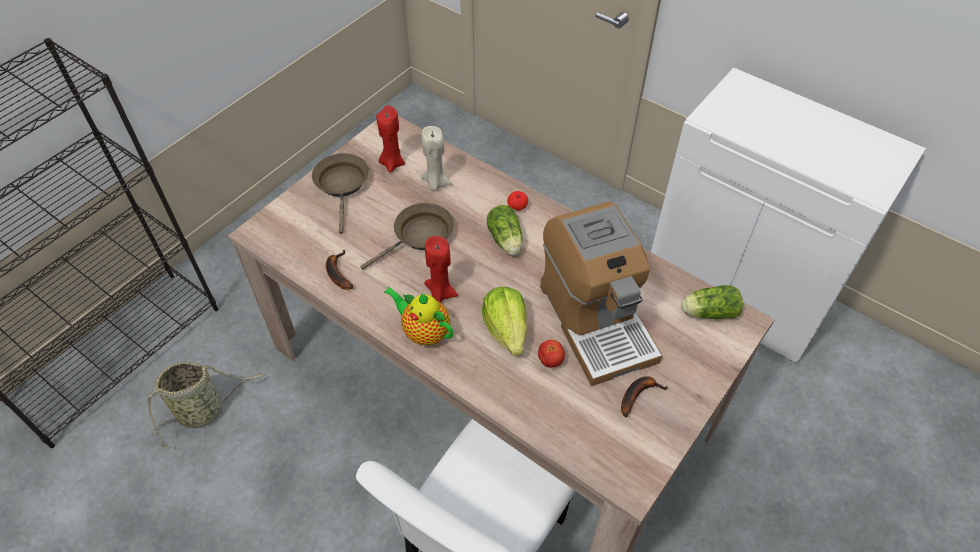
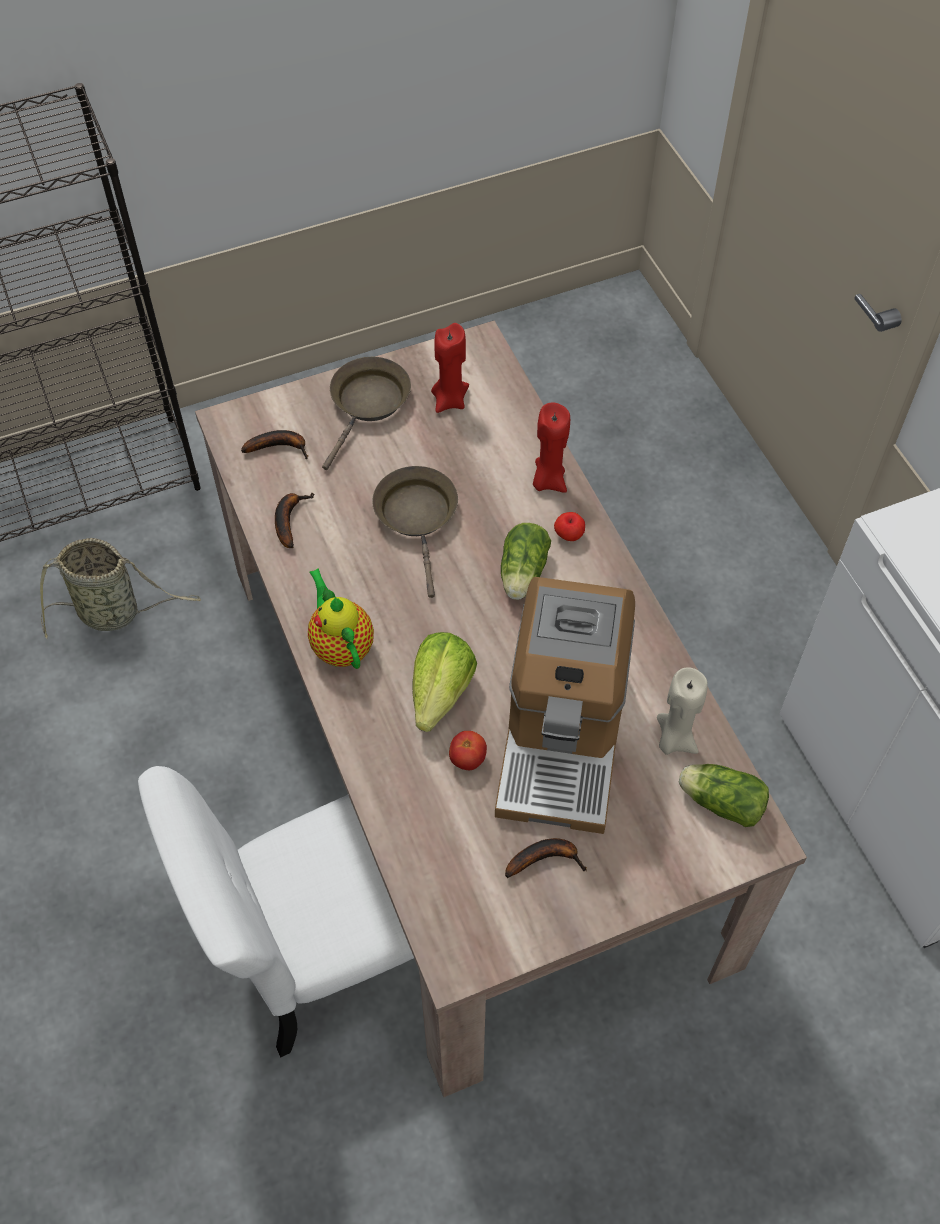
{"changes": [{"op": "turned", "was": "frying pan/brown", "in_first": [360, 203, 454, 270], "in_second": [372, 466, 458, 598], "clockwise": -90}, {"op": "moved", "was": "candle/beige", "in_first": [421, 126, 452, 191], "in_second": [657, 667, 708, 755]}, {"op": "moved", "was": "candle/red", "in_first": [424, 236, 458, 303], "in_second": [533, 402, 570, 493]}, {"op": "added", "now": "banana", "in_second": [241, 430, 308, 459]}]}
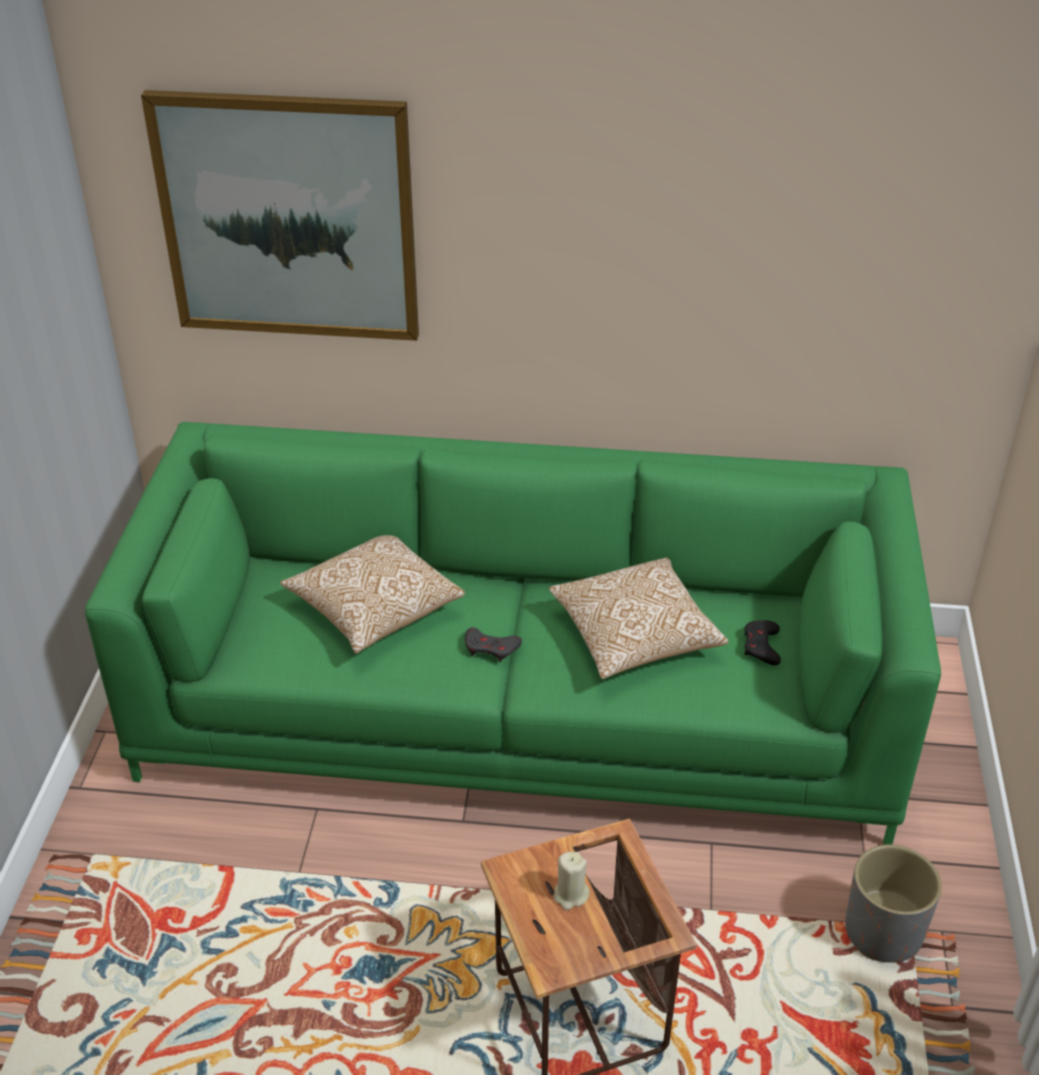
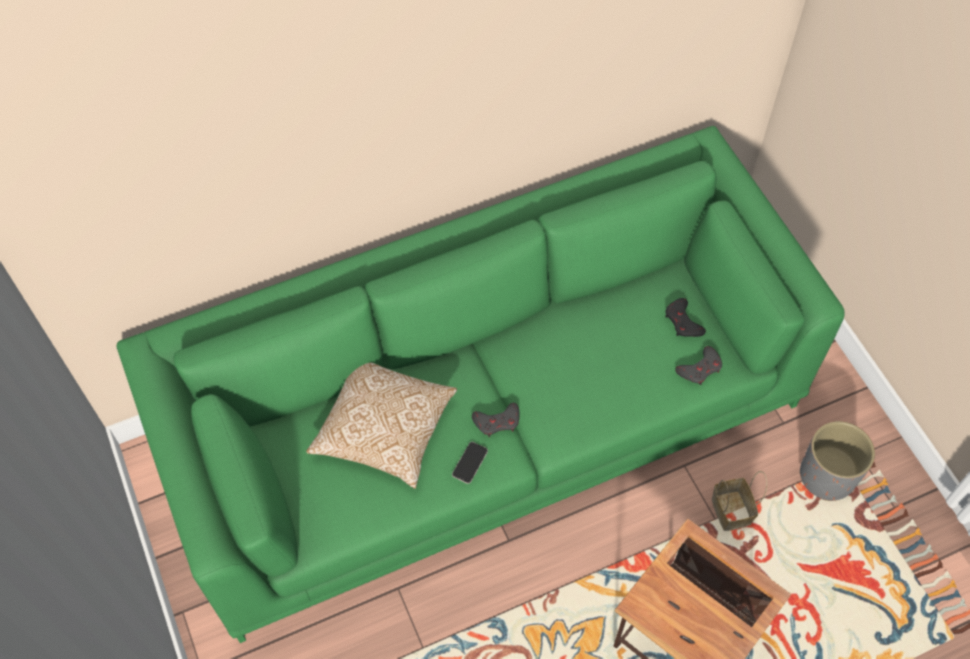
{"changes": [{"op": "removed", "was": "picture", "in_first": [141, 90, 419, 341]}, {"op": "removed", "was": "pillow", "in_first": [549, 558, 728, 679]}, {"op": "removed", "was": "candle/beige", "in_first": [554, 852, 590, 910]}, {"op": "added", "now": "phone", "in_second": [452, 442, 488, 484]}, {"op": "added", "now": "game controller/grey", "in_second": [675, 346, 722, 385]}, {"op": "added", "now": "basket", "in_second": [711, 471, 767, 531]}]}
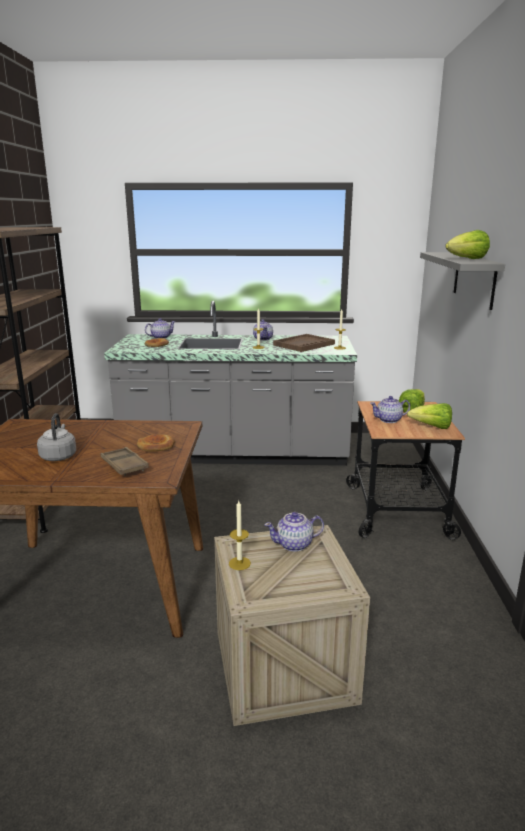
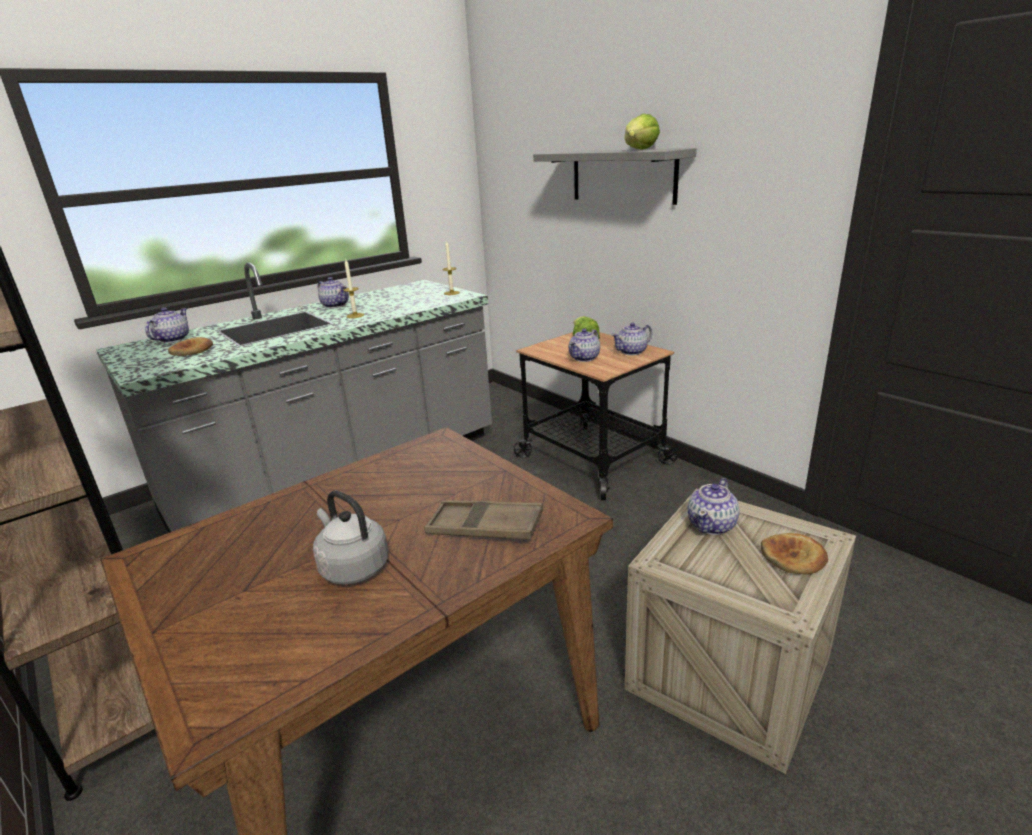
{"changes": [{"op": "moved", "was": "bread", "in_first": [137, 434, 175, 451], "in_second": [761, 533, 828, 575]}, {"op": "removed", "was": "candle", "in_first": [229, 501, 251, 570]}, {"op": "removed", "was": "tray/brown", "in_first": [273, 334, 335, 352]}, {"op": "replaced", "was": "lettuce", "now": "teapot", "in_first": [407, 403, 452, 429], "in_second": [612, 323, 652, 355]}]}
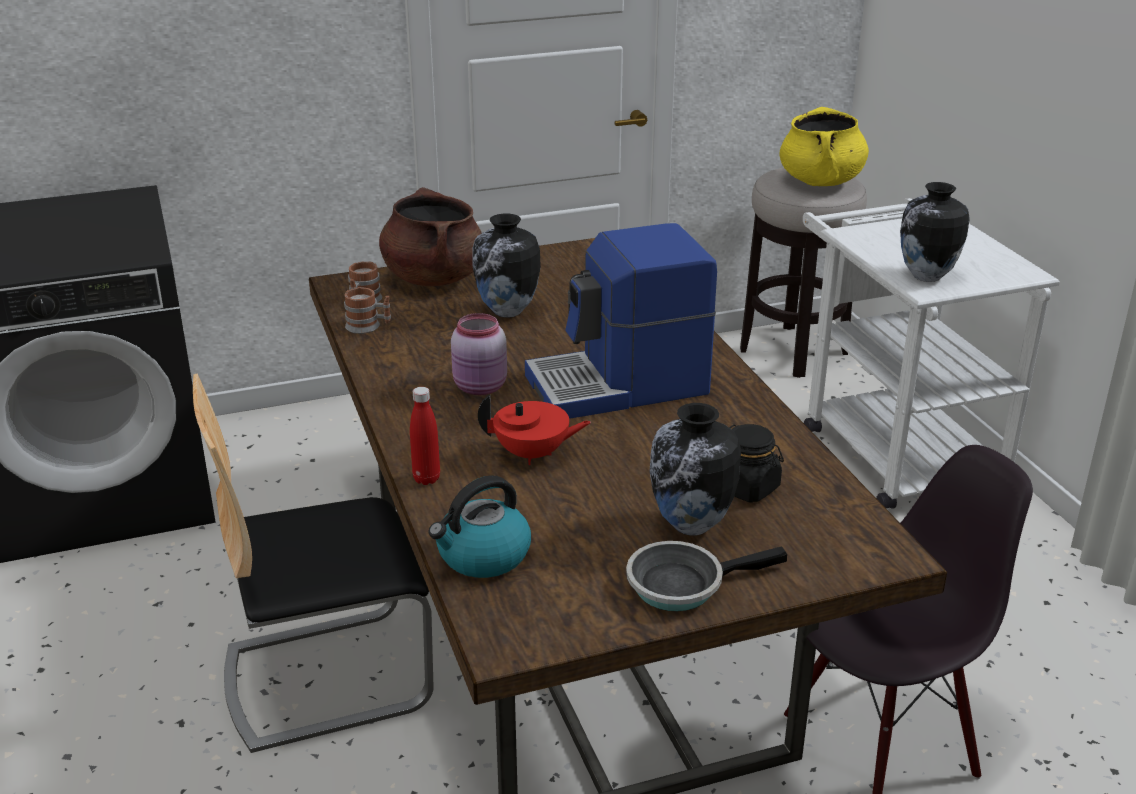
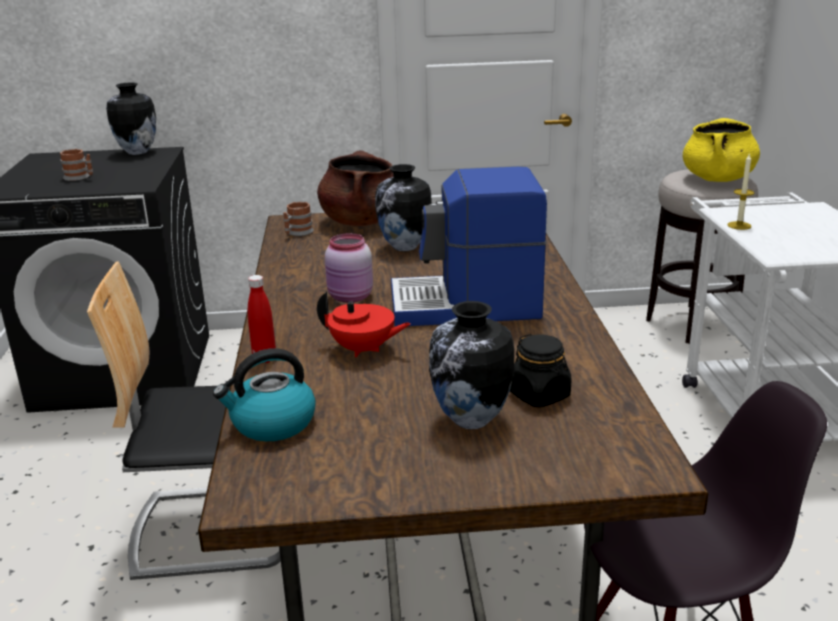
{"changes": [{"op": "moved", "was": "mug", "in_first": [344, 287, 391, 334], "in_second": [60, 149, 93, 181]}, {"op": "removed", "was": "frying pan", "in_first": [626, 541, 787, 611]}, {"op": "moved", "was": "vase", "in_first": [900, 182, 970, 282], "in_second": [106, 82, 156, 155]}, {"op": "added", "now": "candle", "in_second": [727, 153, 754, 230]}]}
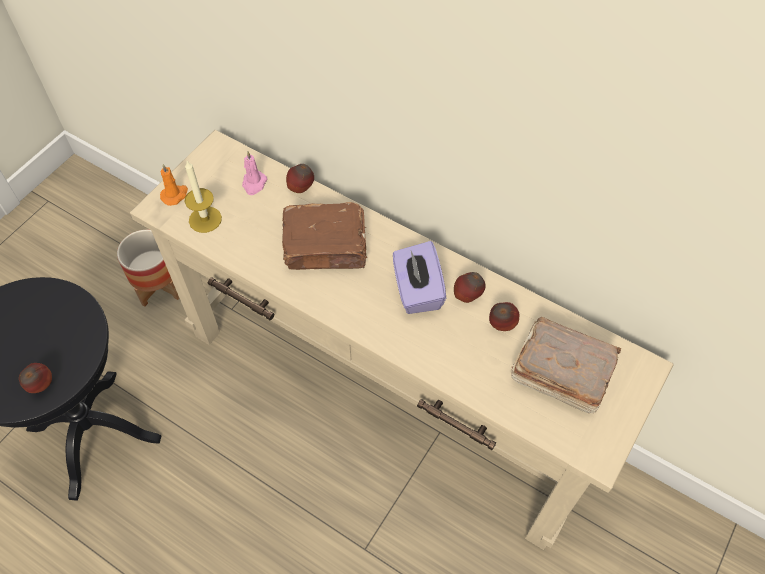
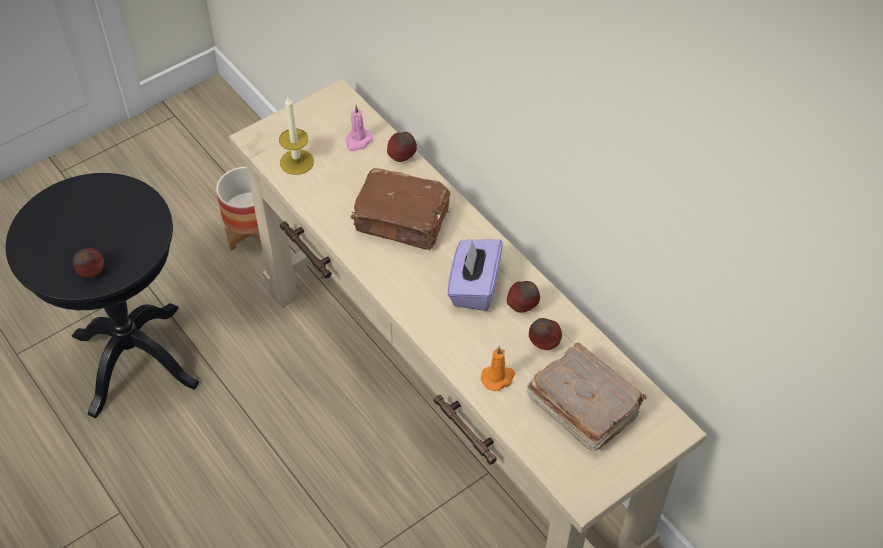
{"changes": [{"op": "moved", "was": "candle/orange", "in_first": [160, 164, 188, 206], "in_second": [481, 346, 515, 391]}]}
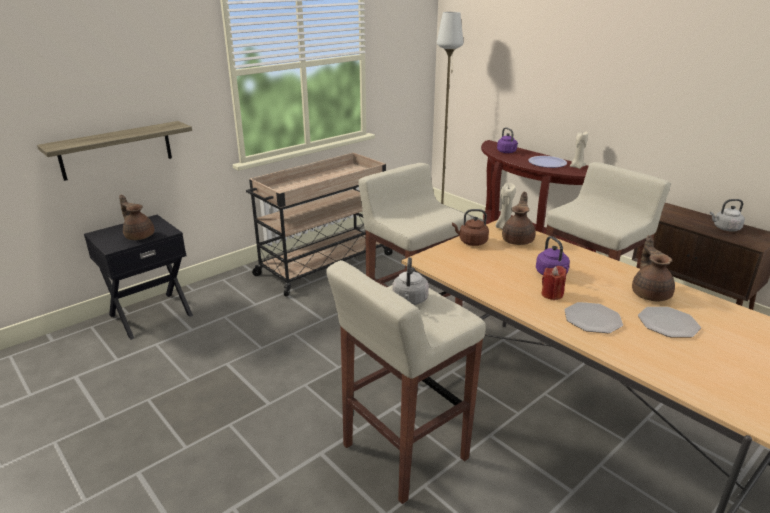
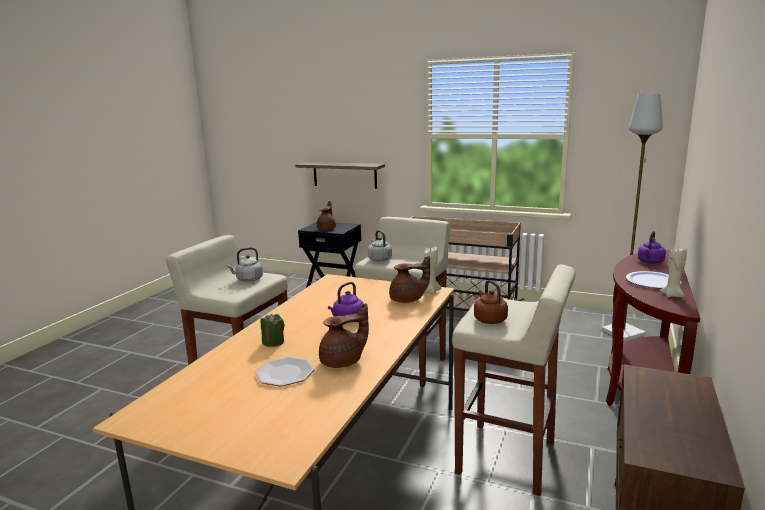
{"changes": [{"op": "moved", "was": "kettle/brown", "in_first": [452, 209, 489, 246], "in_second": [474, 280, 508, 324]}, {"op": "removed", "was": "candle/red", "in_first": [541, 266, 567, 300]}, {"op": "replaced", "was": "plate", "now": "candle/green", "in_first": [564, 302, 623, 333], "in_second": [261, 314, 284, 347]}, {"op": "moved", "was": "kettle/grey", "in_first": [710, 199, 745, 232], "in_second": [368, 230, 392, 262]}]}
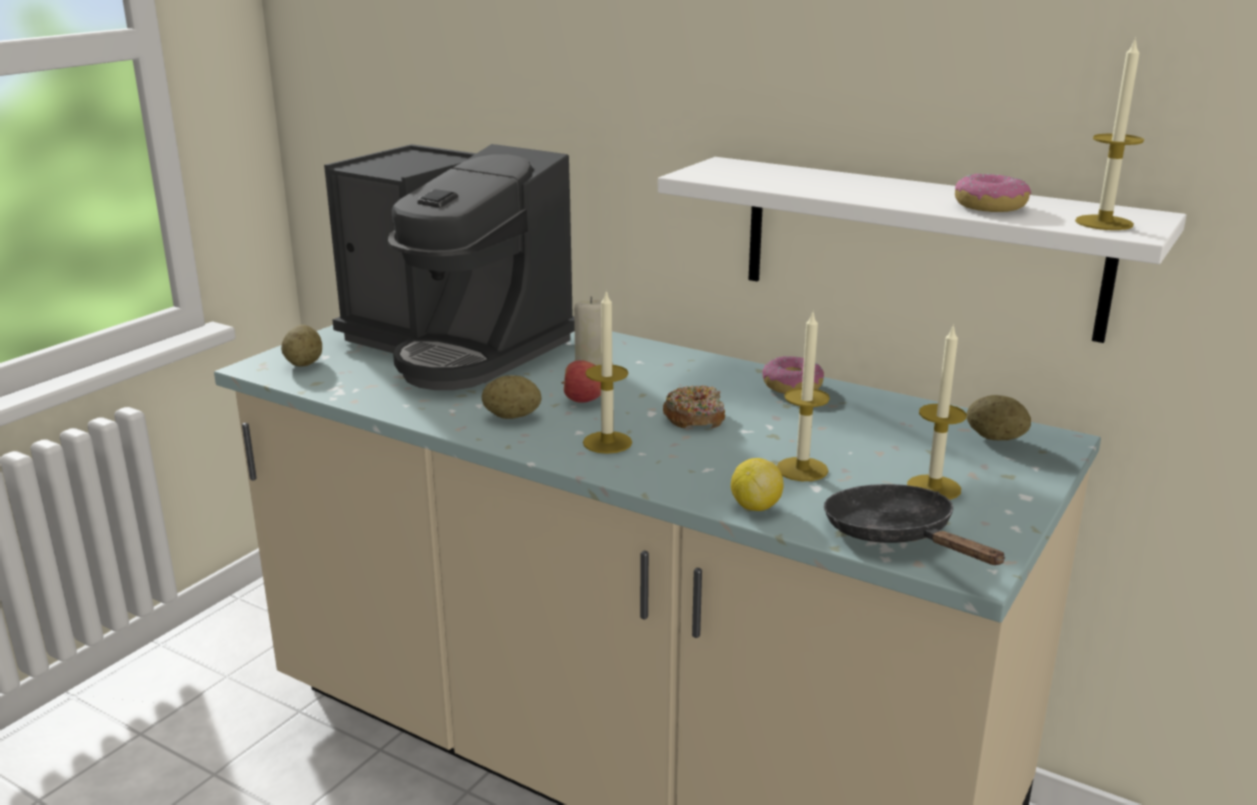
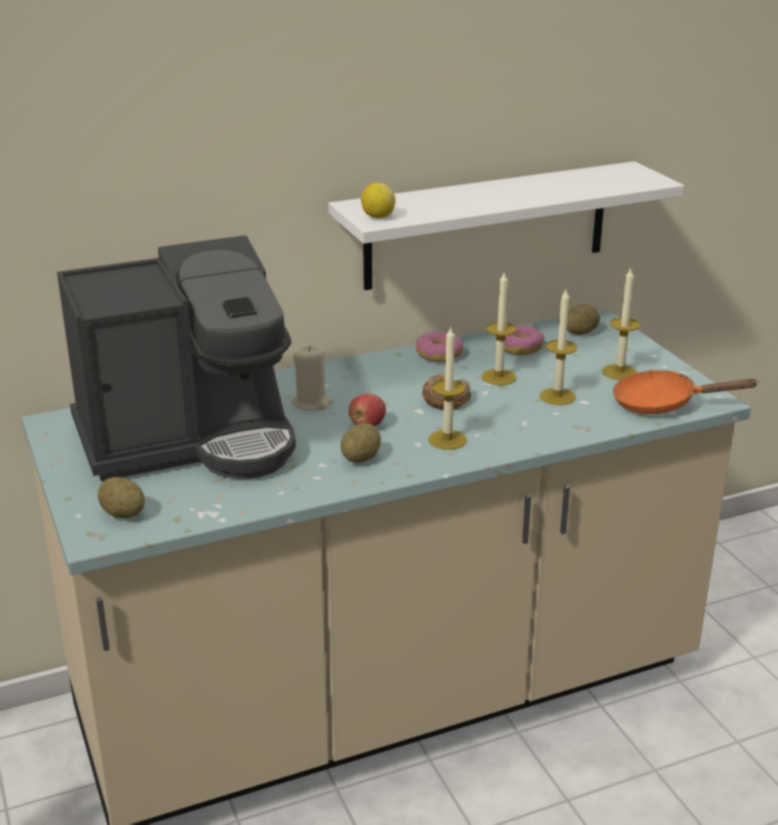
{"changes": [{"op": "moved", "was": "lemon", "in_first": [731, 458, 784, 511], "in_second": [361, 183, 395, 218]}, {"op": "recoloured", "was": "frying pan/black", "now": "frying pan/orange", "in_first": [824, 484, 1005, 565], "in_second": [613, 370, 759, 414]}, {"op": "moved", "was": "donut", "in_first": [955, 173, 1031, 212], "in_second": [505, 326, 545, 355]}, {"op": "moved", "was": "candle", "in_first": [1075, 37, 1144, 230], "in_second": [481, 273, 517, 385]}]}
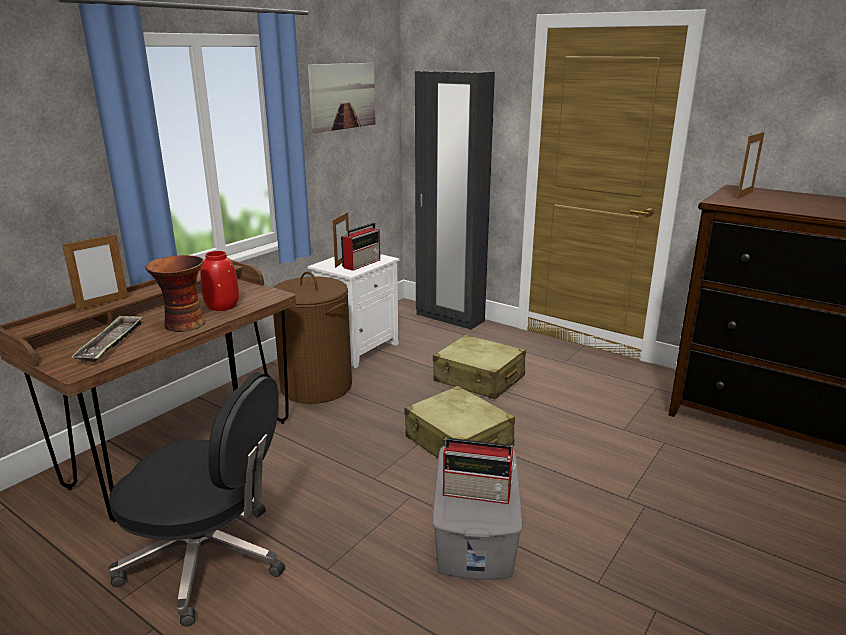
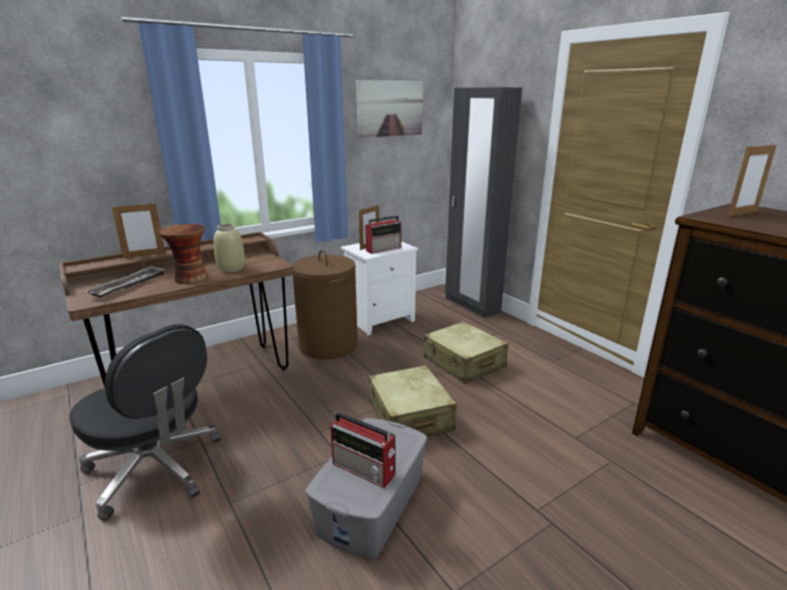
{"changes": [{"op": "recoloured", "was": "vase/red", "now": "vase/beige", "in_first": [201, 251, 239, 311], "in_second": [214, 224, 245, 272]}]}
